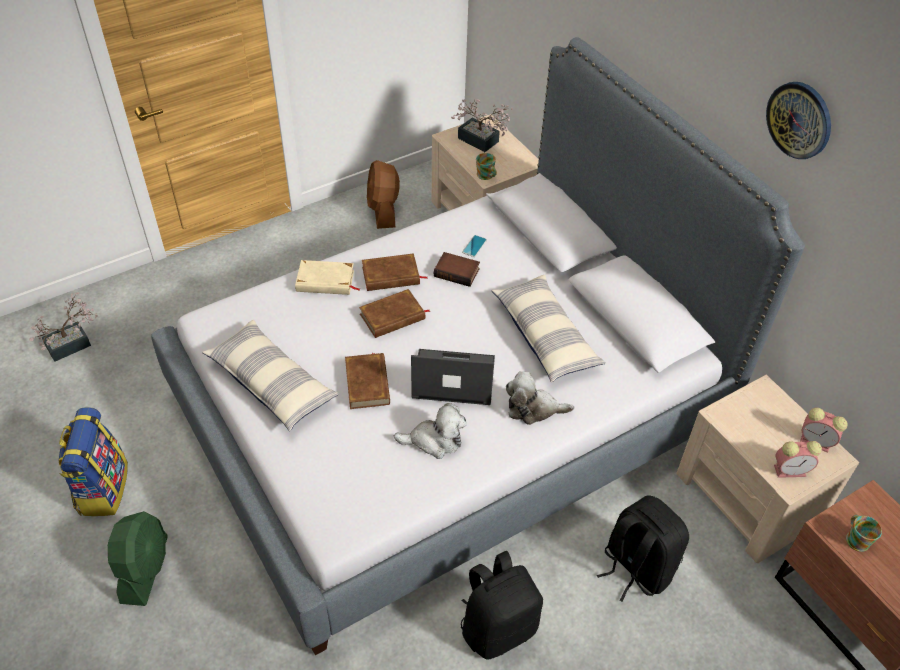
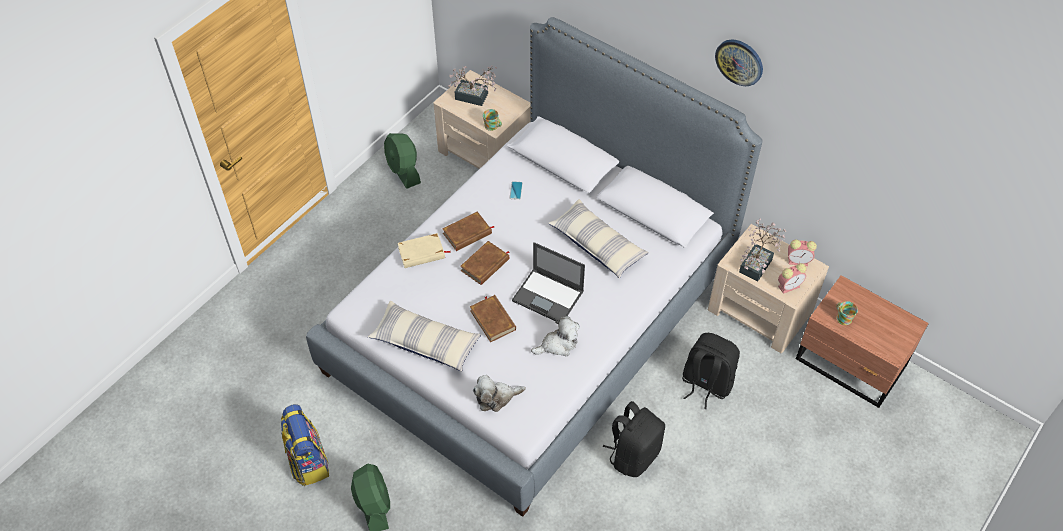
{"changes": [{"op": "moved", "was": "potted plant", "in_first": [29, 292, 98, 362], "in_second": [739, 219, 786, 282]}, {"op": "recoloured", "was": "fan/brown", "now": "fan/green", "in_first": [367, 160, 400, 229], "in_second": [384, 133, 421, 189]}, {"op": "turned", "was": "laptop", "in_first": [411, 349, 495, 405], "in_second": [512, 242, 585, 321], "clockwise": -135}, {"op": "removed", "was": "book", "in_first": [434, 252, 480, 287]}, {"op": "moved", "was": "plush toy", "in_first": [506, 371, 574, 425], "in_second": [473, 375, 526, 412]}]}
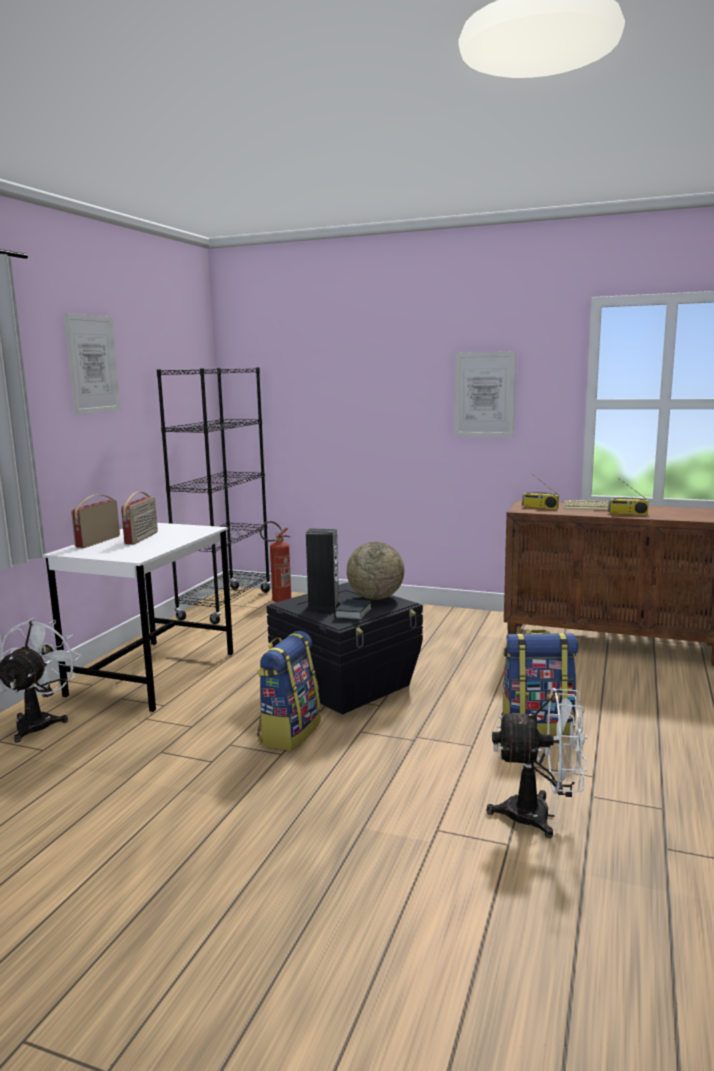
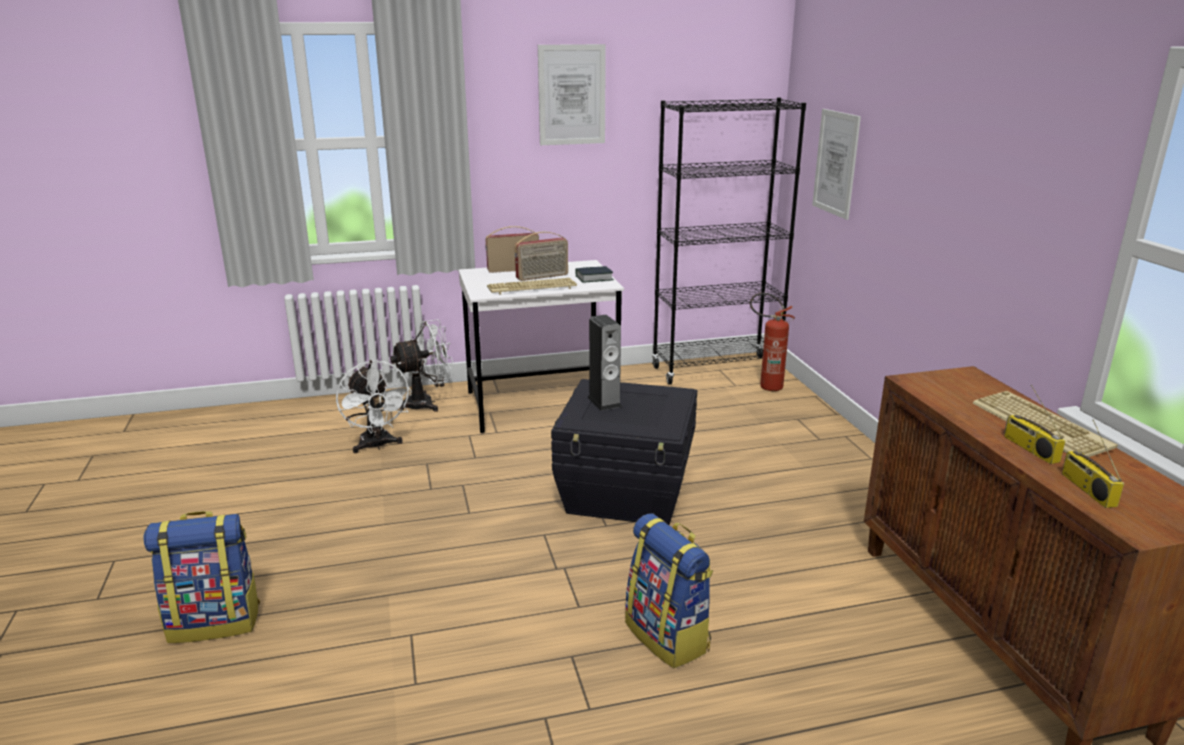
{"changes": [{"op": "moved", "was": "backpack", "in_first": [257, 631, 320, 751], "in_second": [144, 511, 260, 643]}, {"op": "moved", "was": "book", "in_first": [334, 599, 372, 620], "in_second": [575, 266, 613, 283]}, {"op": "removed", "was": "globe", "in_first": [347, 542, 404, 600]}, {"op": "moved", "was": "picture", "in_first": [455, 351, 516, 437], "in_second": [812, 109, 861, 220]}, {"op": "moved", "was": "fan/white", "in_first": [486, 688, 587, 838], "in_second": [336, 360, 412, 453]}, {"op": "moved", "was": "radio", "in_first": [522, 473, 559, 509], "in_second": [1062, 419, 1124, 508]}, {"op": "added", "now": "keyboard", "in_second": [487, 278, 577, 295]}]}
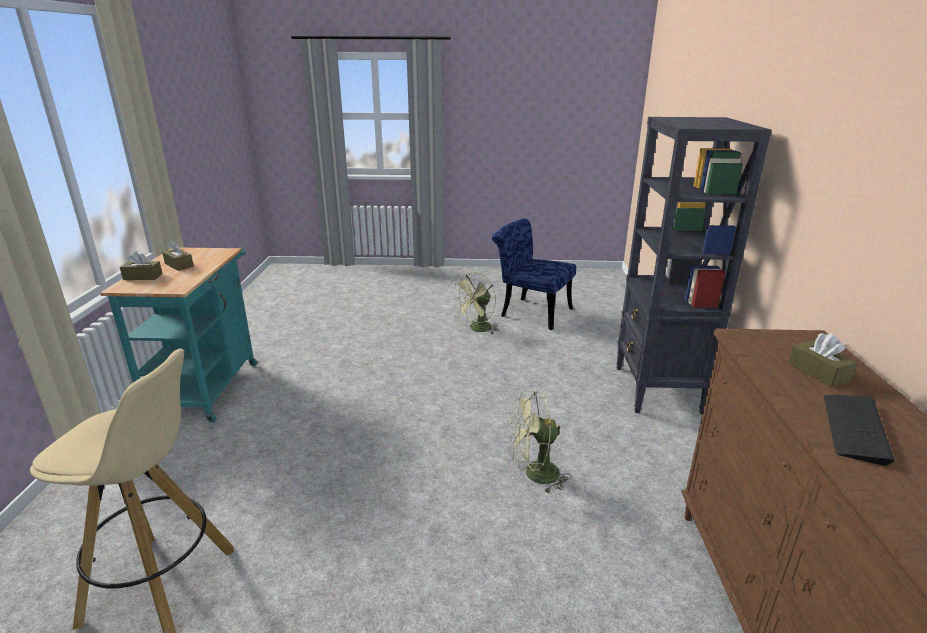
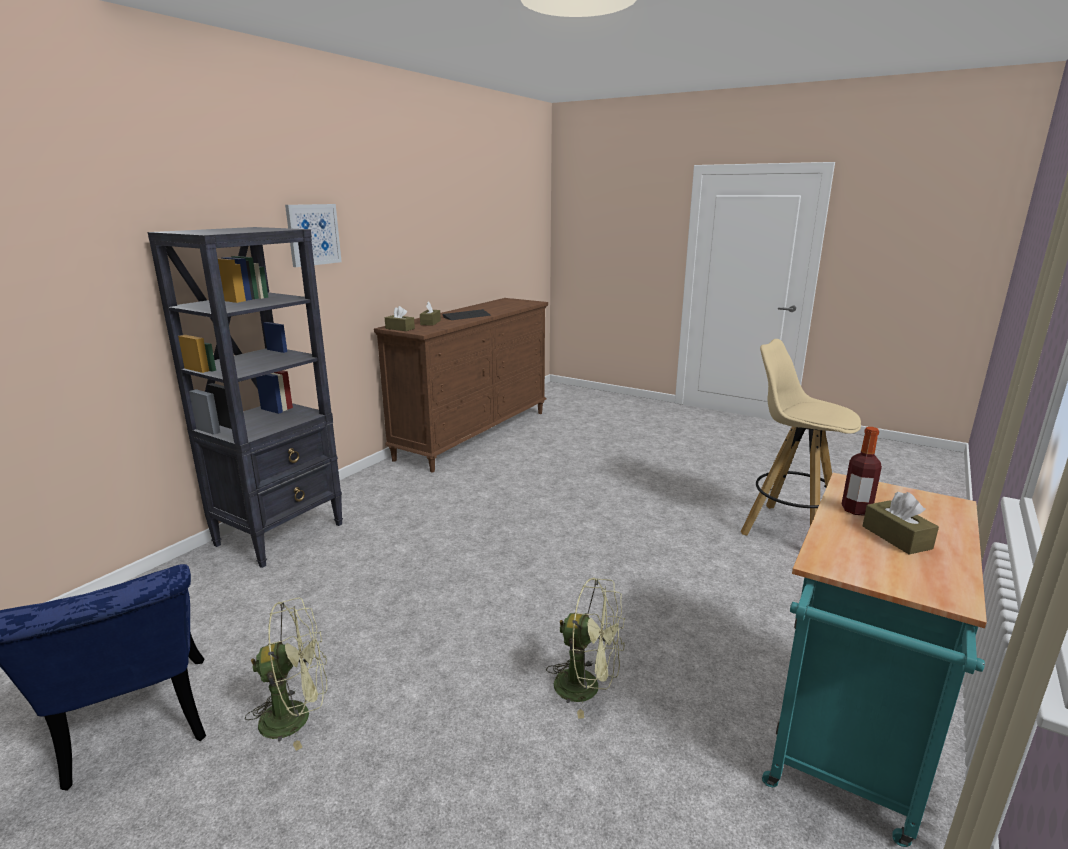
{"changes": [{"op": "moved", "was": "tissue box/brown", "in_first": [120, 252, 163, 280], "in_second": [385, 306, 415, 331]}, {"op": "moved", "was": "fan/green", "in_first": [509, 391, 572, 493], "in_second": [546, 578, 625, 719]}, {"op": "added", "now": "picture", "in_second": [285, 204, 342, 267]}, {"op": "added", "now": "bottle", "in_second": [841, 427, 882, 516]}]}
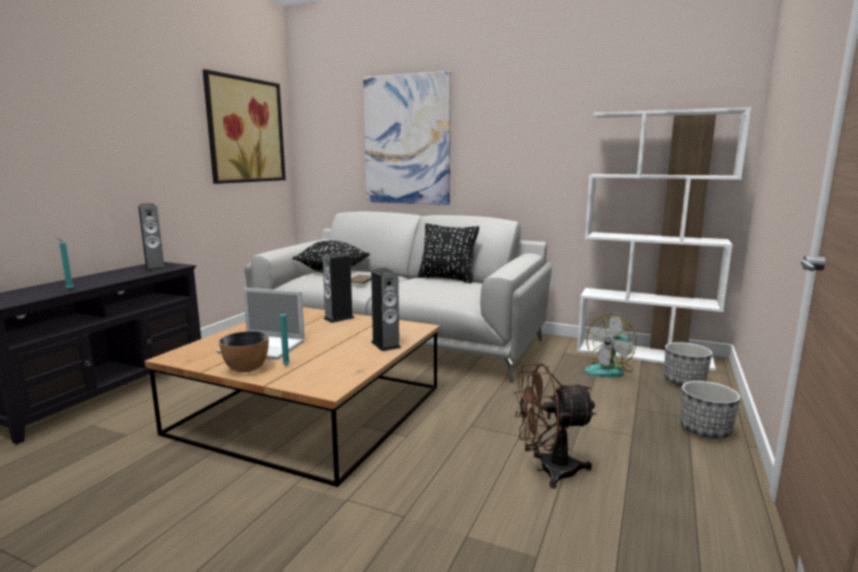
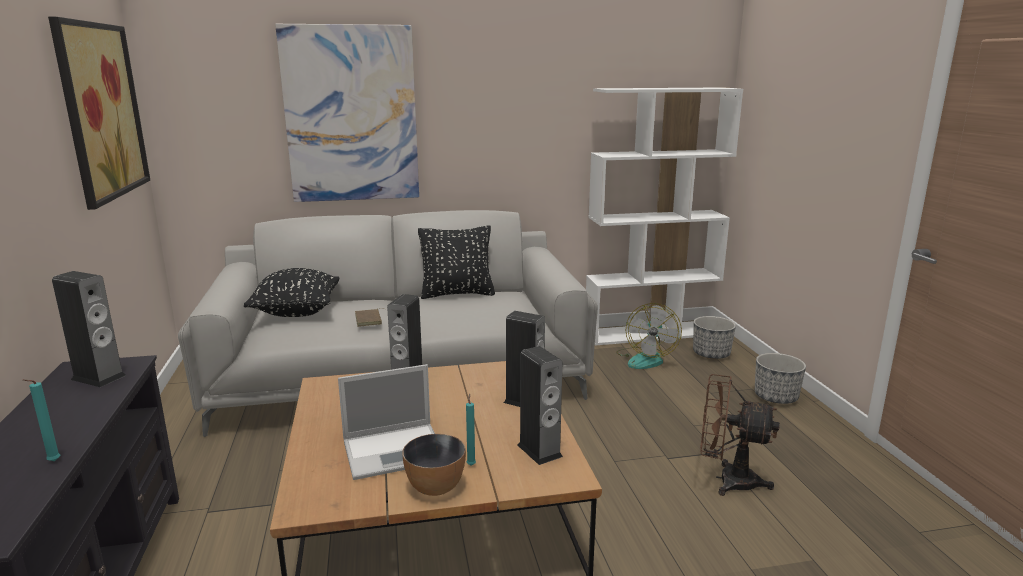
{"changes": [{"op": "turned", "was": "fan/brown", "in_first": [514, 364, 597, 488], "in_second": [700, 374, 780, 496], "clockwise": 60}, {"op": "added", "now": "speaker", "in_second": [518, 346, 563, 465]}]}
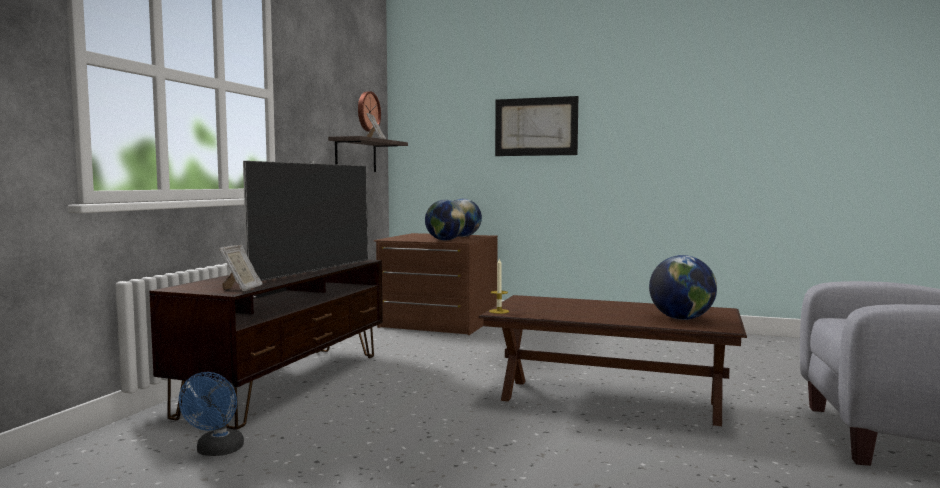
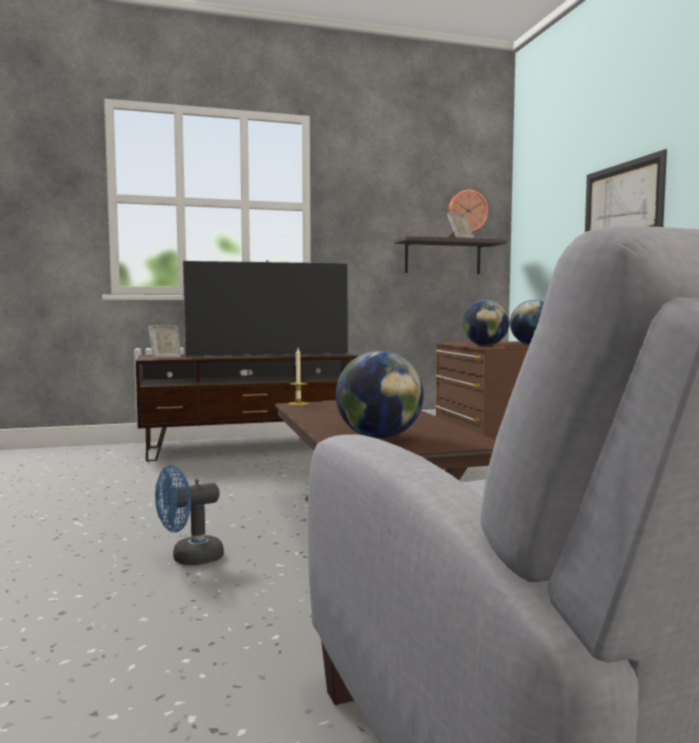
{"changes": [{"op": "moved", "was": "fan/blue", "in_first": [179, 372, 244, 456], "in_second": [155, 465, 224, 565]}]}
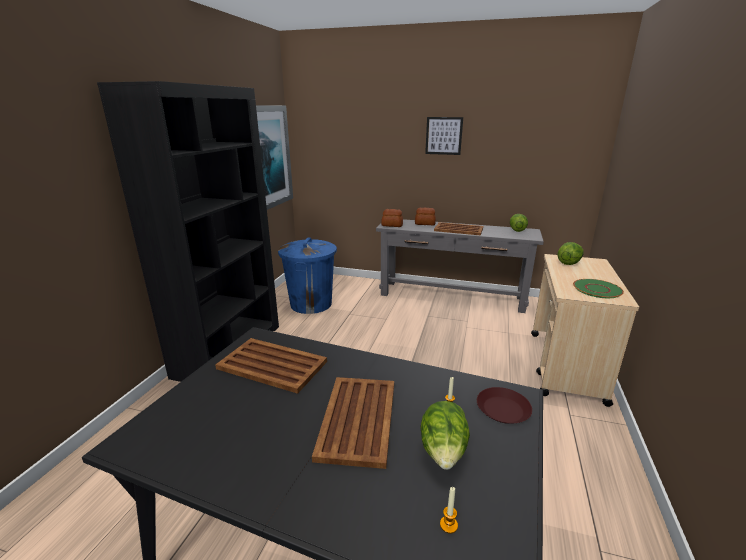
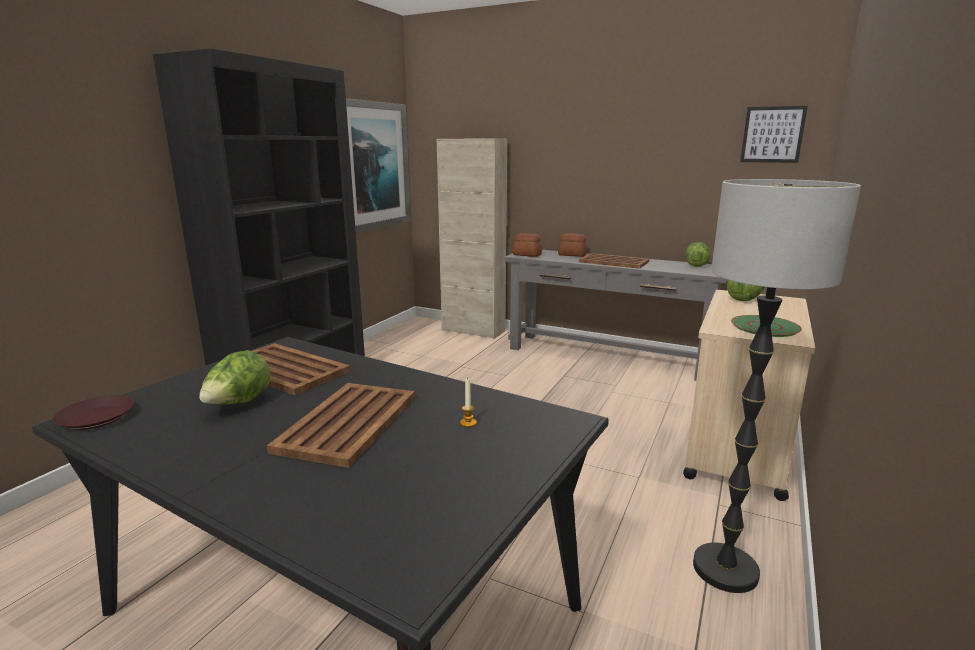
{"changes": [{"op": "removed", "was": "trash can/blue", "in_first": [278, 238, 337, 314]}, {"op": "moved", "was": "lettuce", "in_first": [420, 401, 470, 470], "in_second": [199, 350, 270, 404]}, {"op": "moved", "was": "picture", "in_first": [425, 117, 463, 155], "in_second": [740, 106, 808, 163]}, {"op": "removed", "was": "candle", "in_first": [440, 487, 458, 534]}, {"op": "moved", "was": "plate/brown", "in_first": [477, 387, 532, 424], "in_second": [52, 395, 134, 430]}, {"op": "added", "now": "cabinet/beige", "in_second": [437, 138, 507, 339]}, {"op": "added", "now": "floor lamp", "in_second": [693, 179, 861, 593]}]}
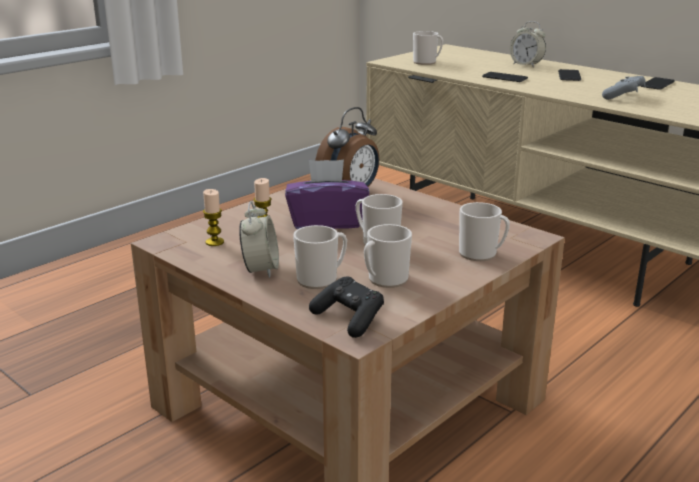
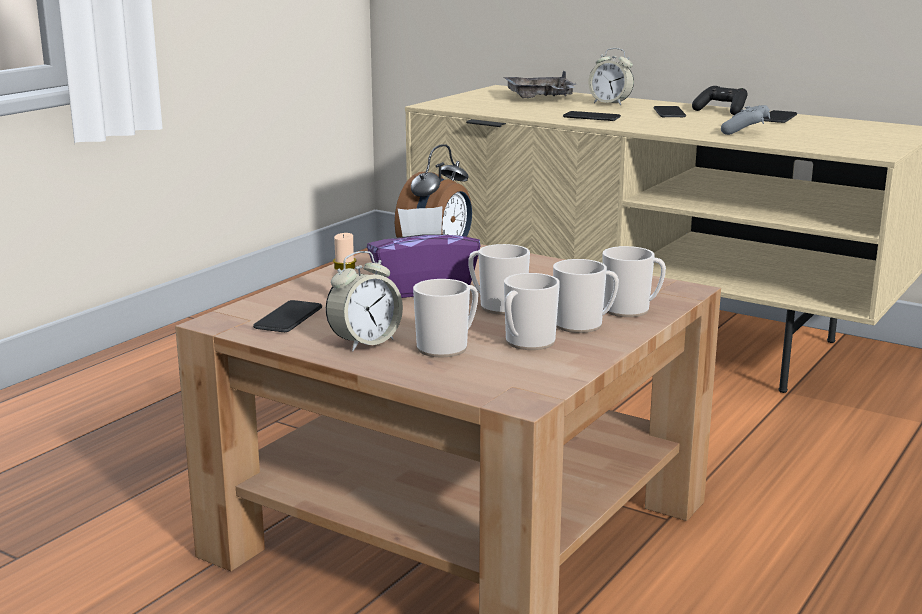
{"changes": [{"op": "replaced", "was": "candle", "now": "phone", "in_first": [203, 189, 224, 246], "in_second": [253, 300, 322, 332]}, {"op": "turned", "was": "alarm clock", "in_first": [239, 201, 279, 278], "in_second": [326, 251, 403, 351], "clockwise": 60}, {"op": "moved", "was": "game controller/black", "in_first": [309, 276, 384, 338], "in_second": [692, 86, 747, 115]}, {"op": "moved", "was": "mug", "in_first": [413, 31, 443, 65], "in_second": [553, 259, 619, 333]}, {"op": "added", "now": "tray/grey", "in_second": [503, 71, 577, 98]}]}
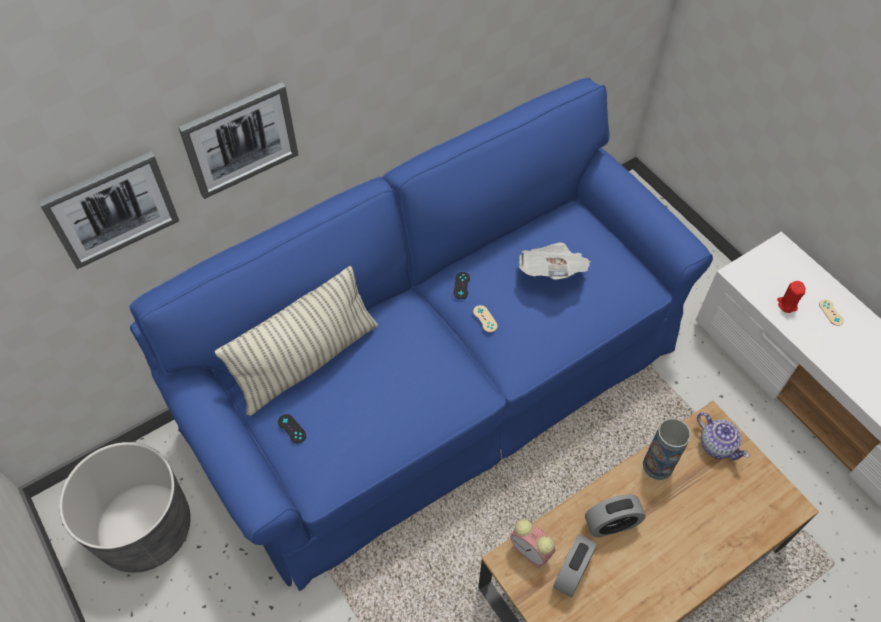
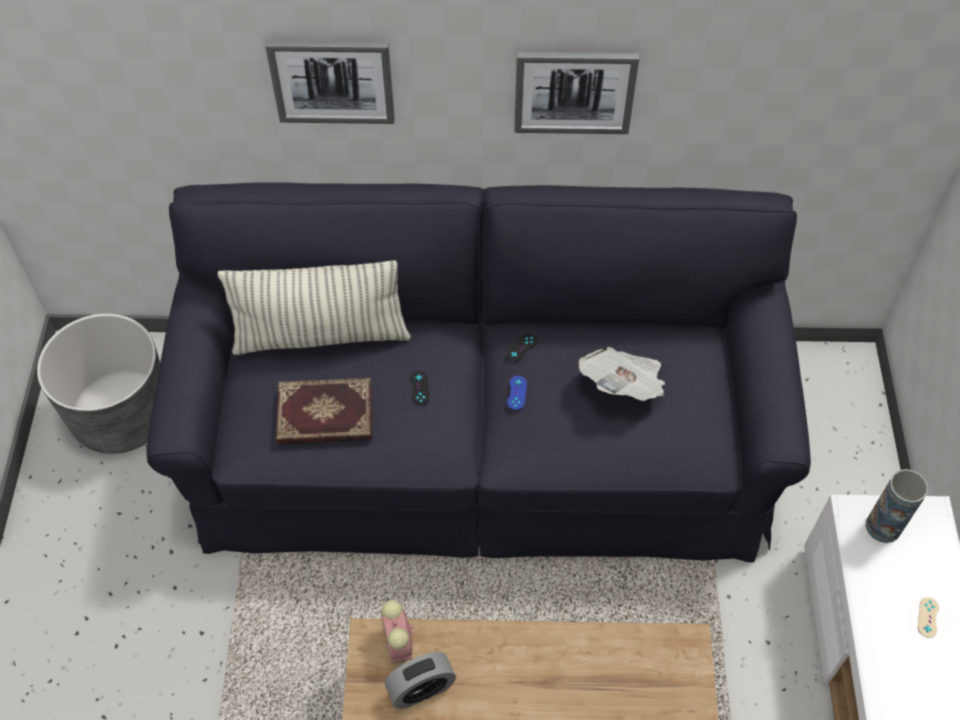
{"changes": [{"op": "moved", "was": "picture", "in_first": [38, 152, 179, 269], "in_second": [515, 52, 639, 134]}, {"op": "recoloured", "was": "sofa/blue", "now": "sofa/black", "in_first": [129, 78, 713, 591], "in_second": [146, 182, 811, 562]}, {"op": "moved", "was": "game controller/black", "in_first": [278, 414, 306, 443], "in_second": [410, 371, 430, 405]}, {"op": "recoloured", "was": "game controller/beige", "now": "game controller/blue", "in_first": [473, 305, 498, 332], "in_second": [507, 376, 527, 410]}, {"op": "removed", "was": "alarm clock", "in_first": [585, 495, 646, 538]}, {"op": "moved", "was": "vase", "in_first": [643, 418, 691, 480], "in_second": [866, 469, 928, 543]}, {"op": "removed", "was": "teapot", "in_first": [697, 412, 749, 460]}, {"op": "removed", "was": "candle/red", "in_first": [777, 281, 805, 313]}, {"op": "added", "now": "book", "in_second": [276, 378, 372, 444]}]}
